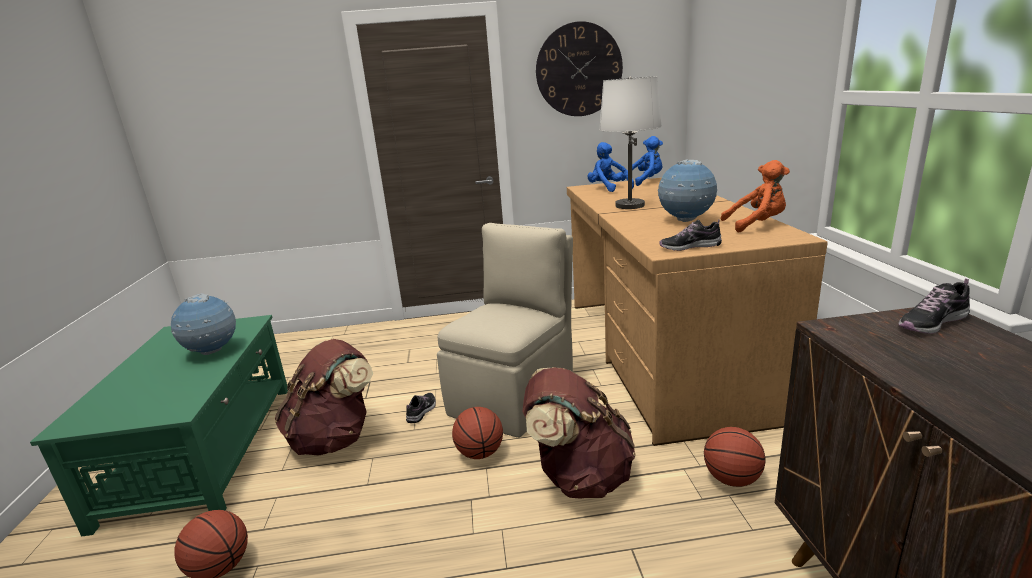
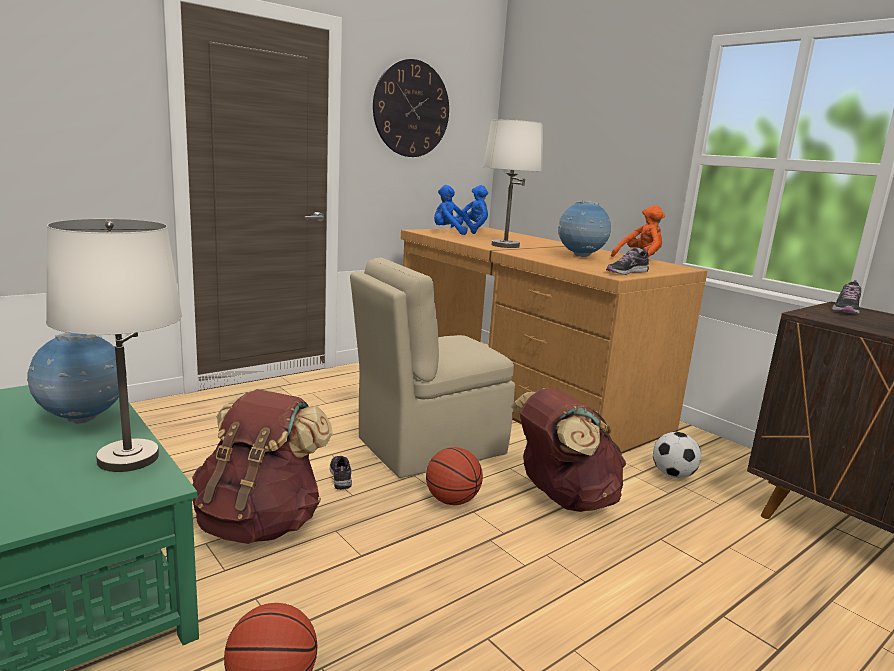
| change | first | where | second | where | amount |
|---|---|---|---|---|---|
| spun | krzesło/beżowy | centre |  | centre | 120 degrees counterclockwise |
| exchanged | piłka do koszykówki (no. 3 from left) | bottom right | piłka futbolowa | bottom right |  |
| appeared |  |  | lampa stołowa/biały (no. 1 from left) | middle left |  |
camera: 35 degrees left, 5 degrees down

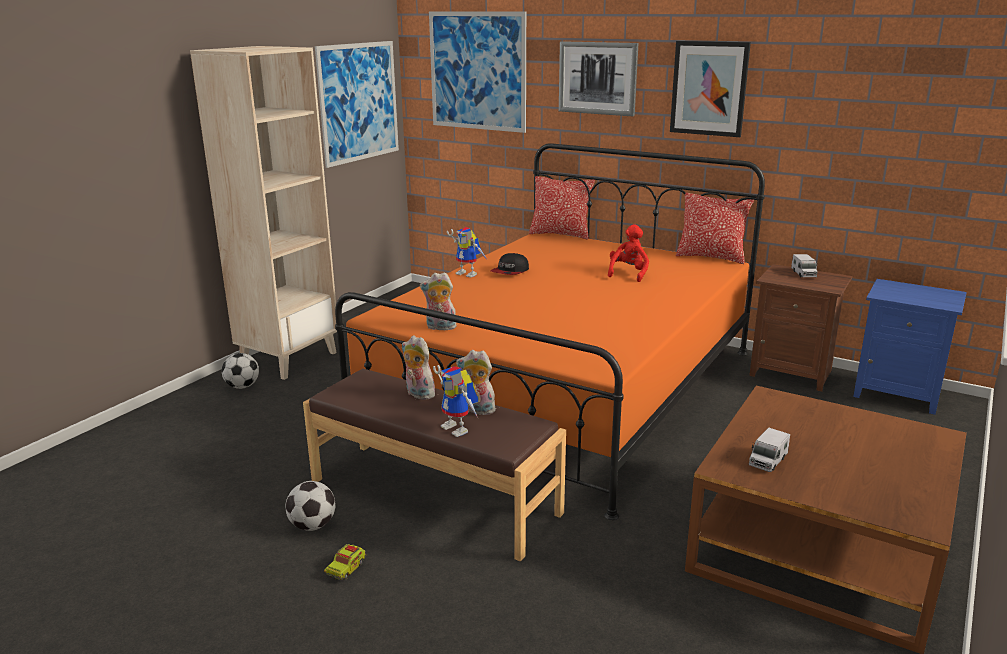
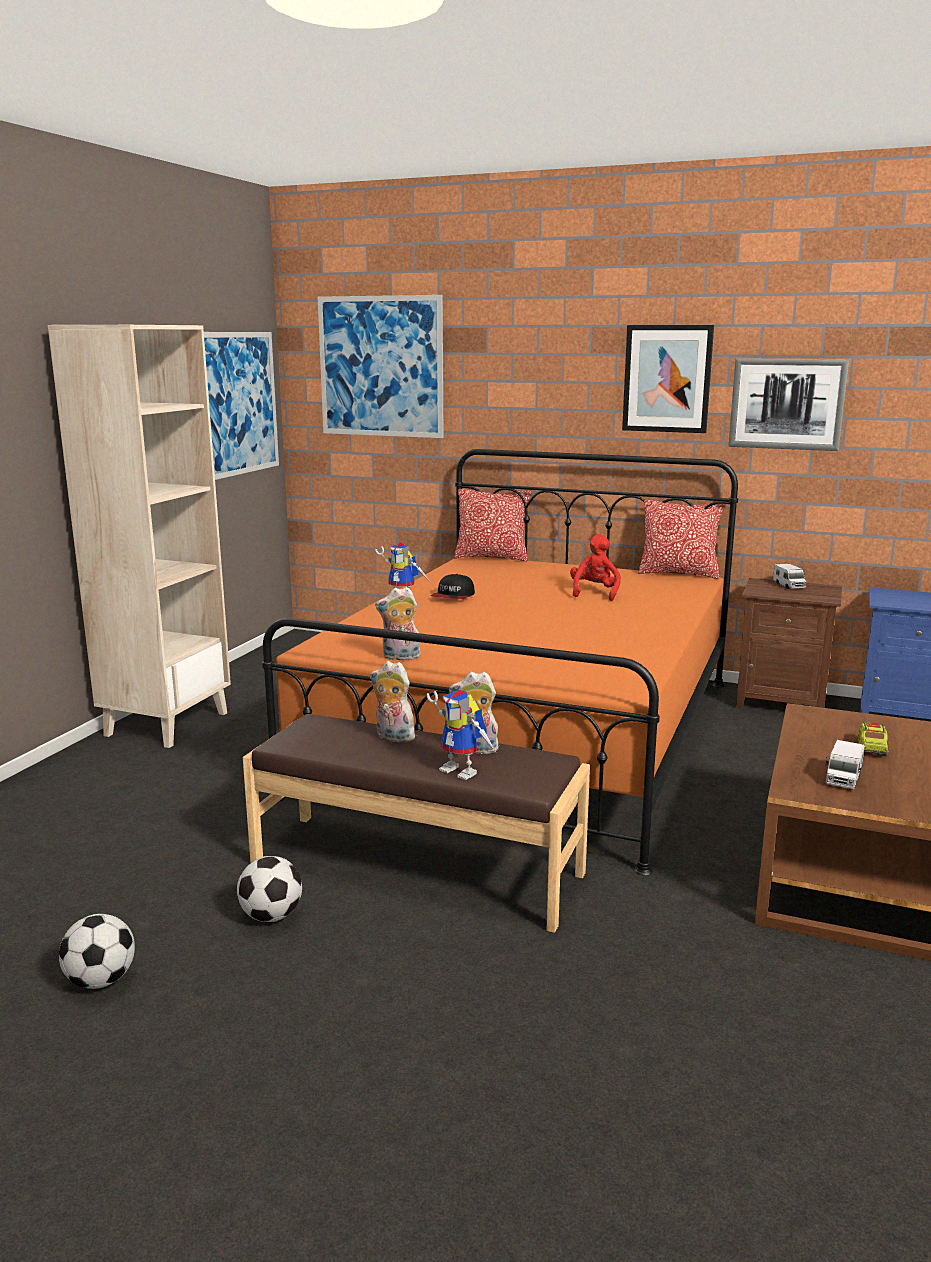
| change | first | where | second | where | amount |
|---|---|---|---|---|---|
| relocated | obraz (no. 3 from left in the first image) | top centre | obraz (no. 4 from left) | top right |  |
| relocated | piłka futbolowa (no. 1 from left) | middle left |  | bottom left |  |
| relocated | ciężarówka zabawkowa (no. 1 from left in the first image) | bottom centre | ciężarówka zabawkowa (no. 3 from left) | middle right |  |
camera: 10 degrees left, 5 degrees down

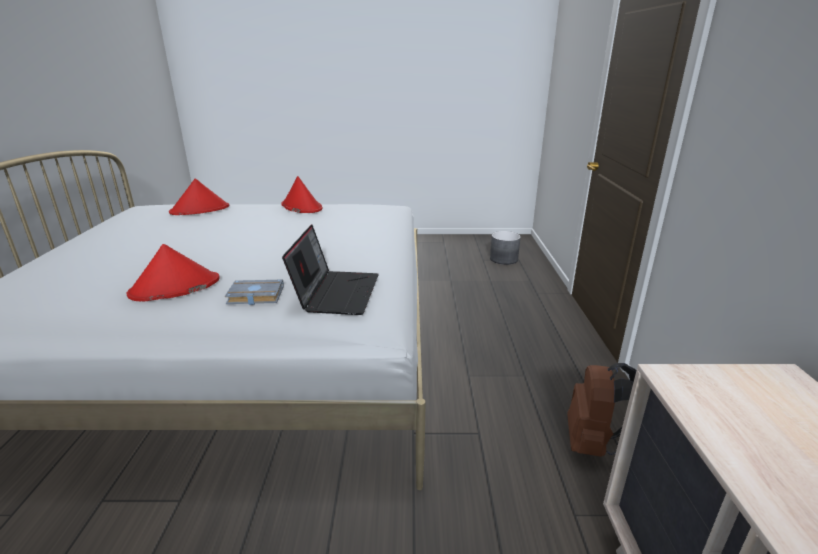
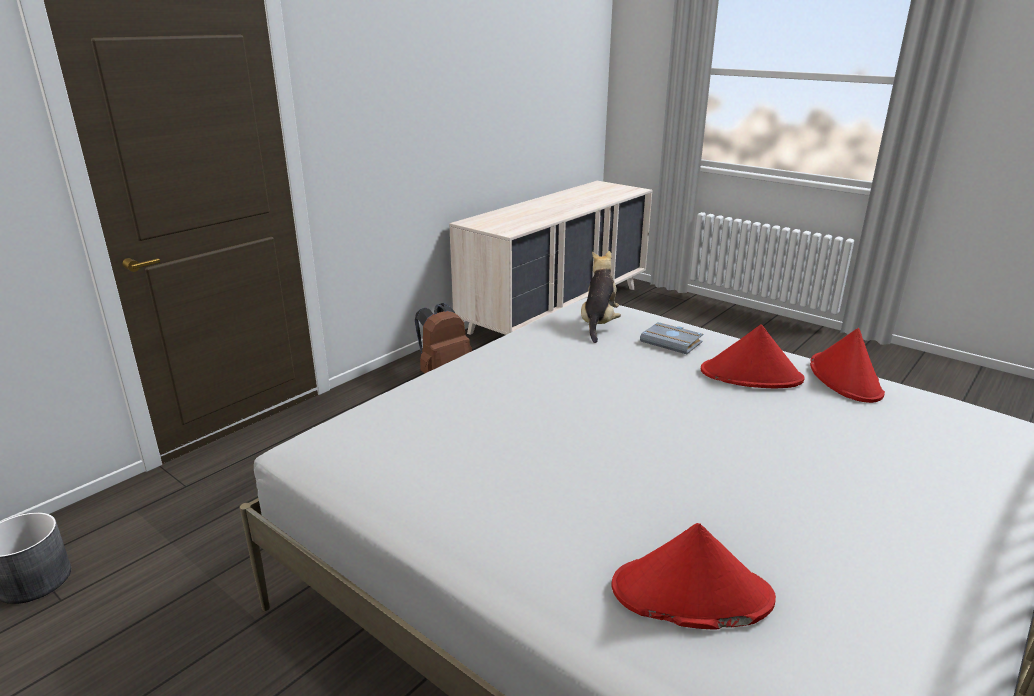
| change | first | where | second | where | amount |
|---|---|---|---|---|---|
| relocated | kapelusz/czerwony (no. 3 from left) | centre |  | middle right |  |
| exchanged | laptop | centre | pluszak | centre |  |
camera: 140 degrees left, 0 degrees up

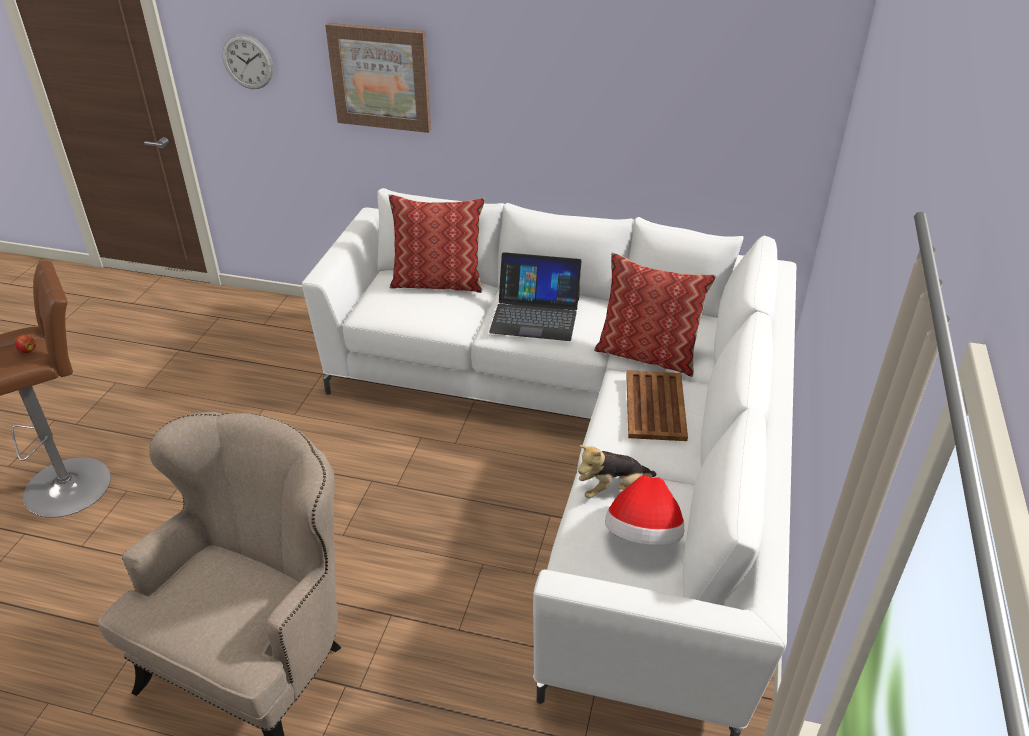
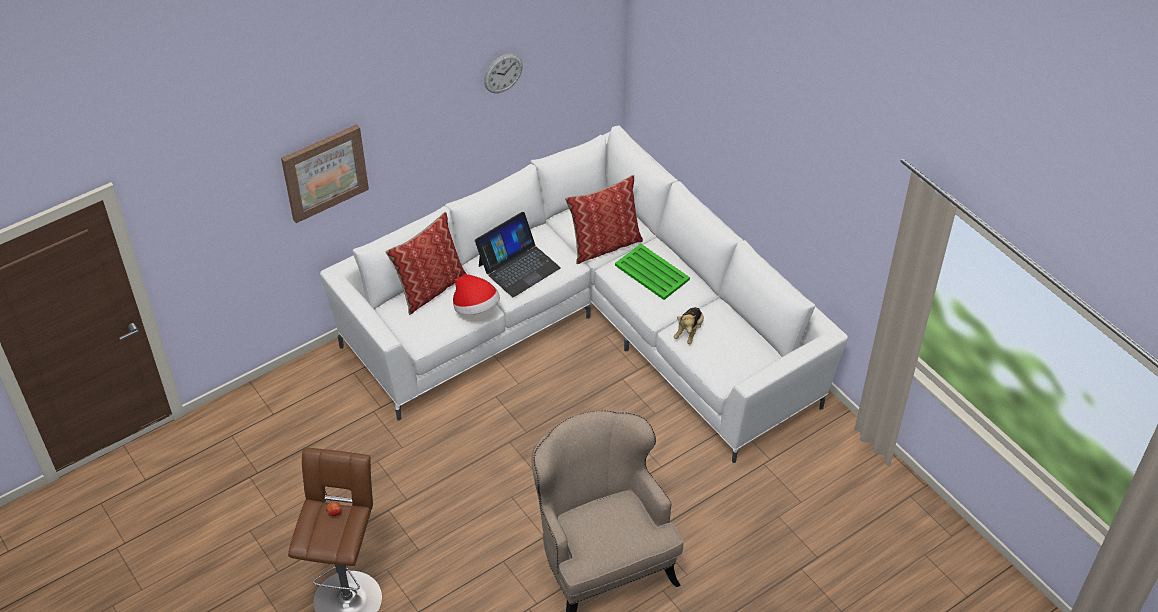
| change | first | where | second | where | amount |
|---|---|---|---|---|---|
| relocated | zegar ścienny | top left |  | top centre |  |
| colour | taca/brązowy | centre | taca/zielony | centre |  |
| relocated | kapelusz | bottom centre |  | centre |  |
camera: 50 degrees left, 10 degrees up

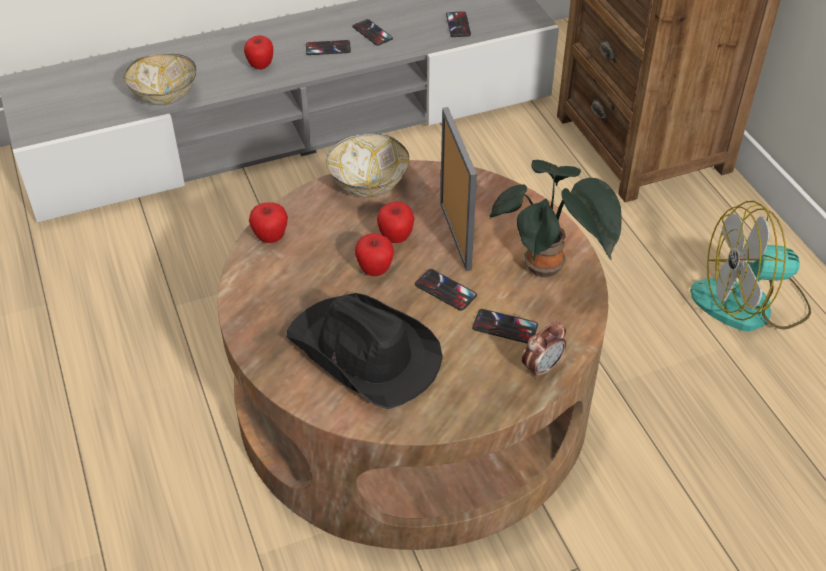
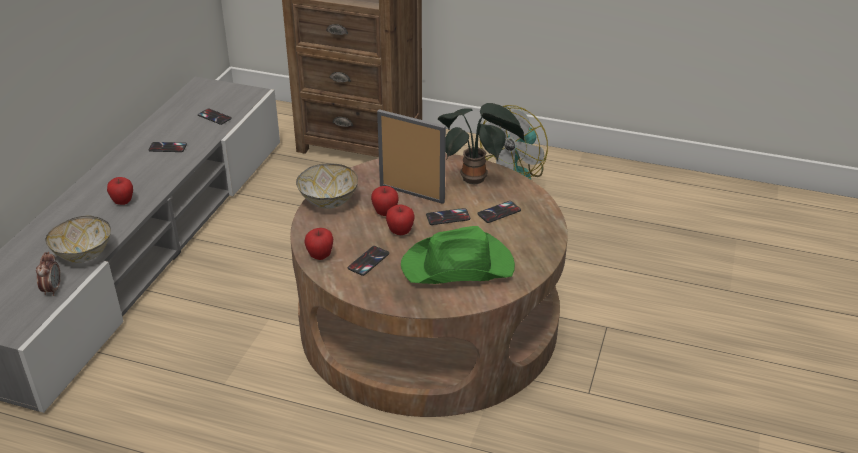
| change | first | where | second | where | amount |
|---|---|---|---|---|---|
| relocated | telefon (no. 1 from left in the first image) | top centre | telefon (no. 3 from left) | centre |  |
| colour | kapelusz/czarny | centre | kapelusz/zielony | centre |  |
| relocated | budzik | centre |  | middle left |  |
camera: 50 degrees left, 10 degrees down

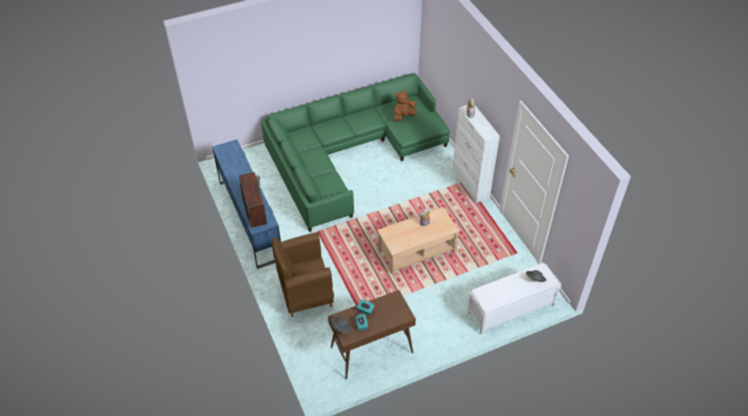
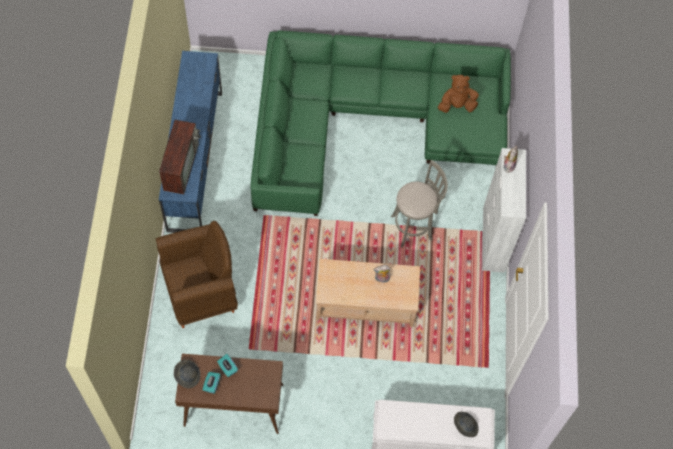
| change | first | where | second | where | amount |
|---|---|---|---|---|---|
| spun | fotel/brązowy | centre |  | middle left | 150 degrees clockwise |
| appeared |  |  | stołek/szary | centre |  |
camera: 25 degrees right, 15 degrees up

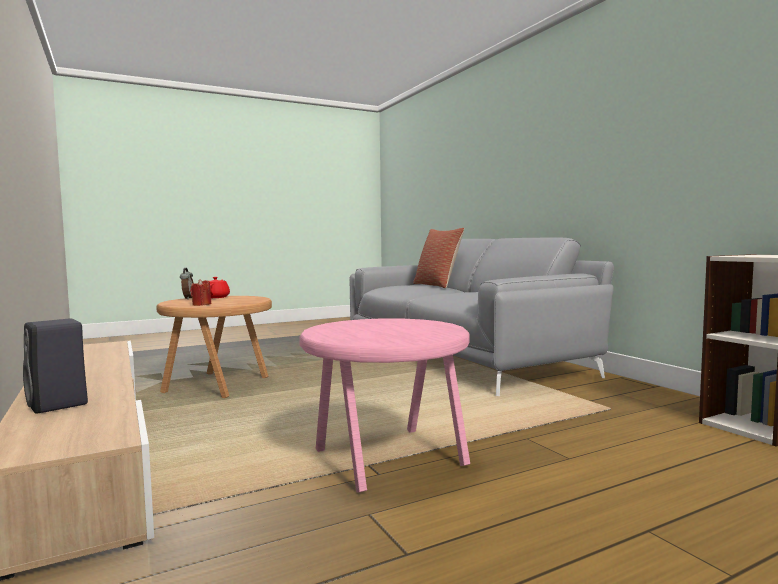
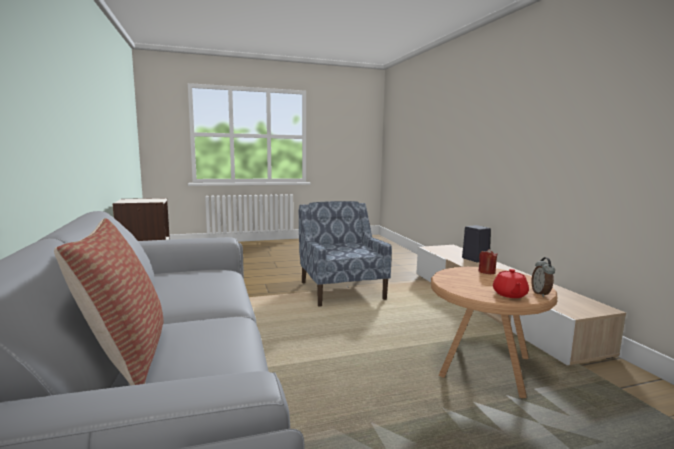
| change | first | where | second | where | amount |
|---|---|---|---|---|---|
| exchanged | stolik/różowy | bottom centre | fotel/niebieski | centre |  |
camera: 170 degrees left, 5 degrees up

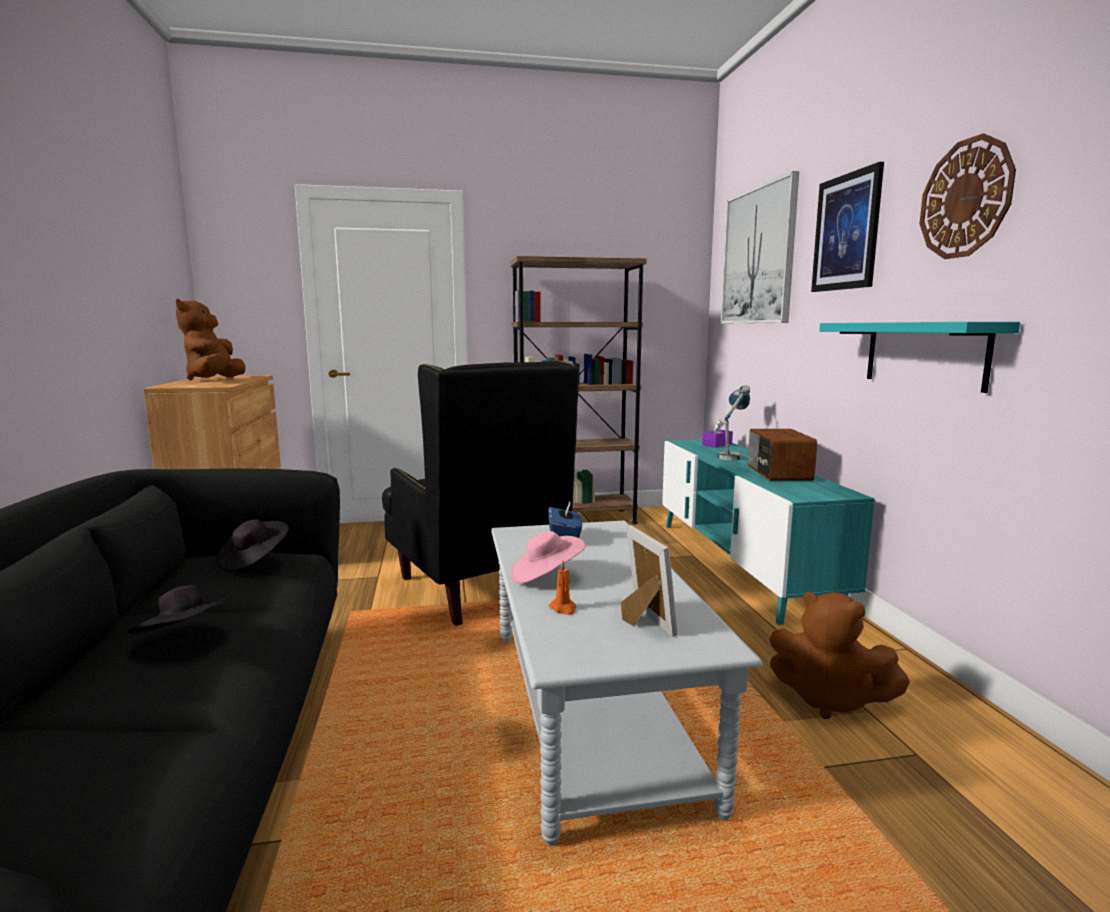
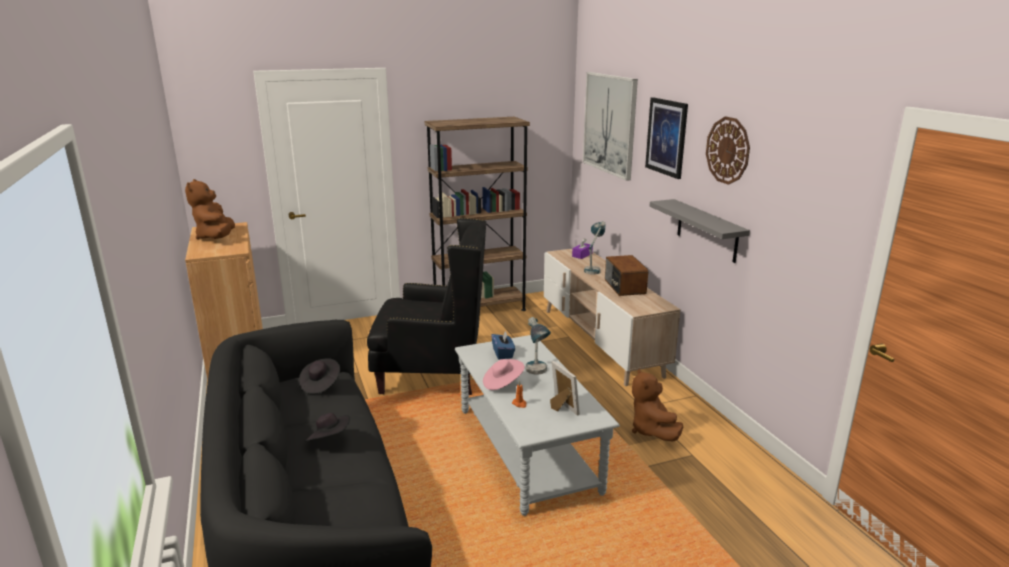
| change | first | where | second | where | amount |
|---|---|---|---|---|---|
| colour | półka/turkusowy | middle right | półka/szary | middle right |  |
| spun | fotel/czarny | centre |  | centre | 45 degrees counterclockwise |
| colour | szafka pod telewizor/turkusowy | middle right | szafka pod telewizor/beżowy | centre |  |
| spun | pluszak/brązowy (no. 2 from left) | bottom right |  | bottom centre | 60 degrees clockwise |
| appeared |  |  | lampa stołowa (no. 1 from left) | centre |  |
camera: 10 degrees left, 10 degrees up

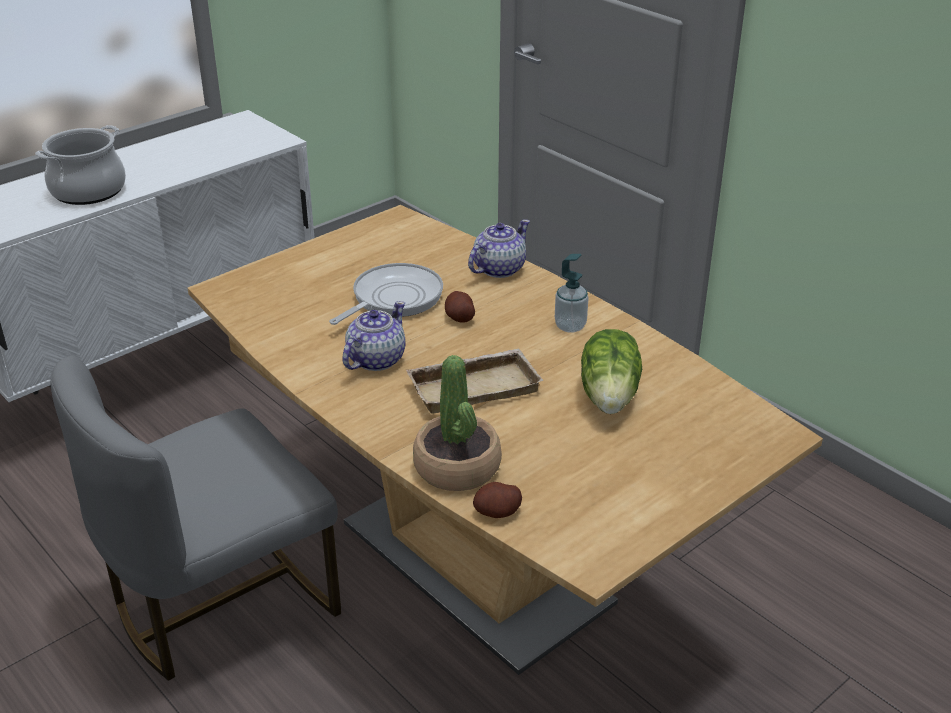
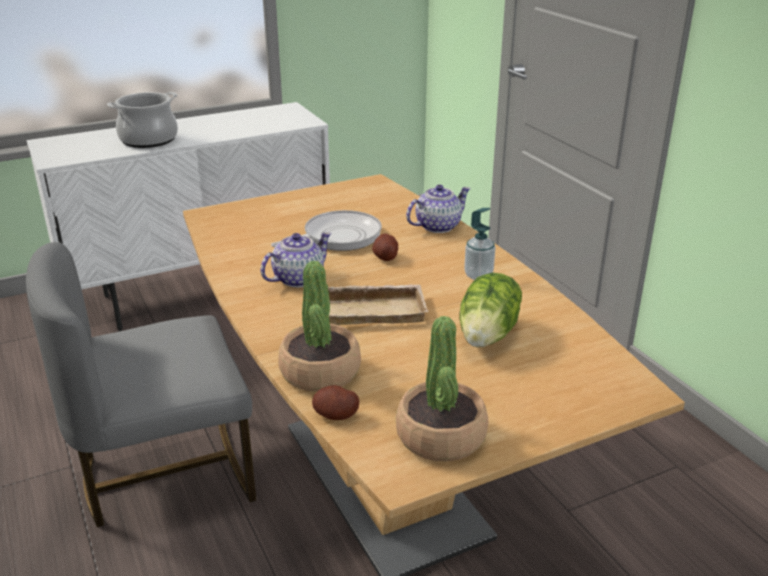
| change | first | where | second | where | amount |
|---|---|---|---|---|---|
| appeared |  |  | roślina doniczkowa (no. 2 from left) | bottom centre |  |
camera: 15 degrees right, 5 degrees down

